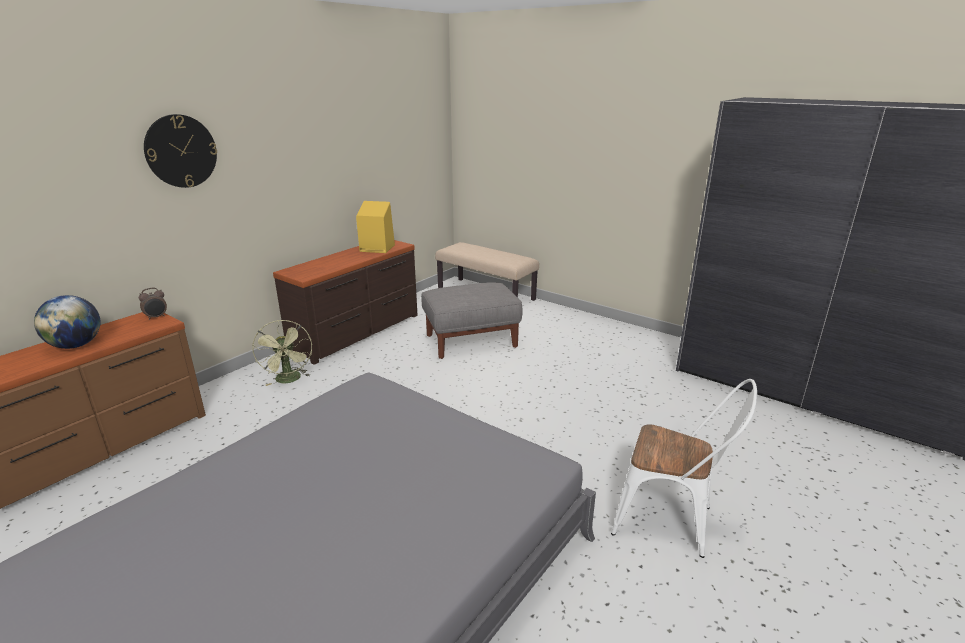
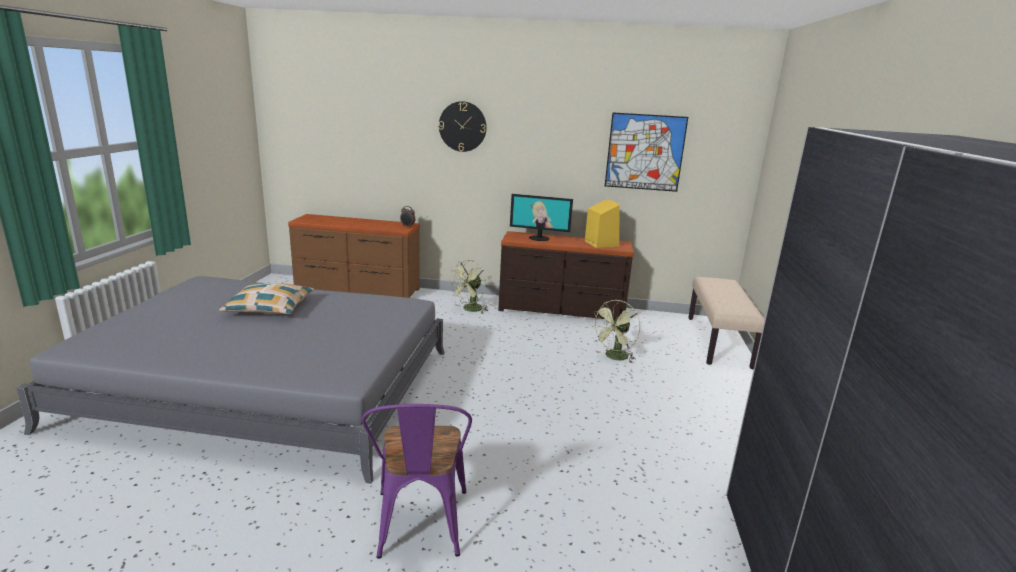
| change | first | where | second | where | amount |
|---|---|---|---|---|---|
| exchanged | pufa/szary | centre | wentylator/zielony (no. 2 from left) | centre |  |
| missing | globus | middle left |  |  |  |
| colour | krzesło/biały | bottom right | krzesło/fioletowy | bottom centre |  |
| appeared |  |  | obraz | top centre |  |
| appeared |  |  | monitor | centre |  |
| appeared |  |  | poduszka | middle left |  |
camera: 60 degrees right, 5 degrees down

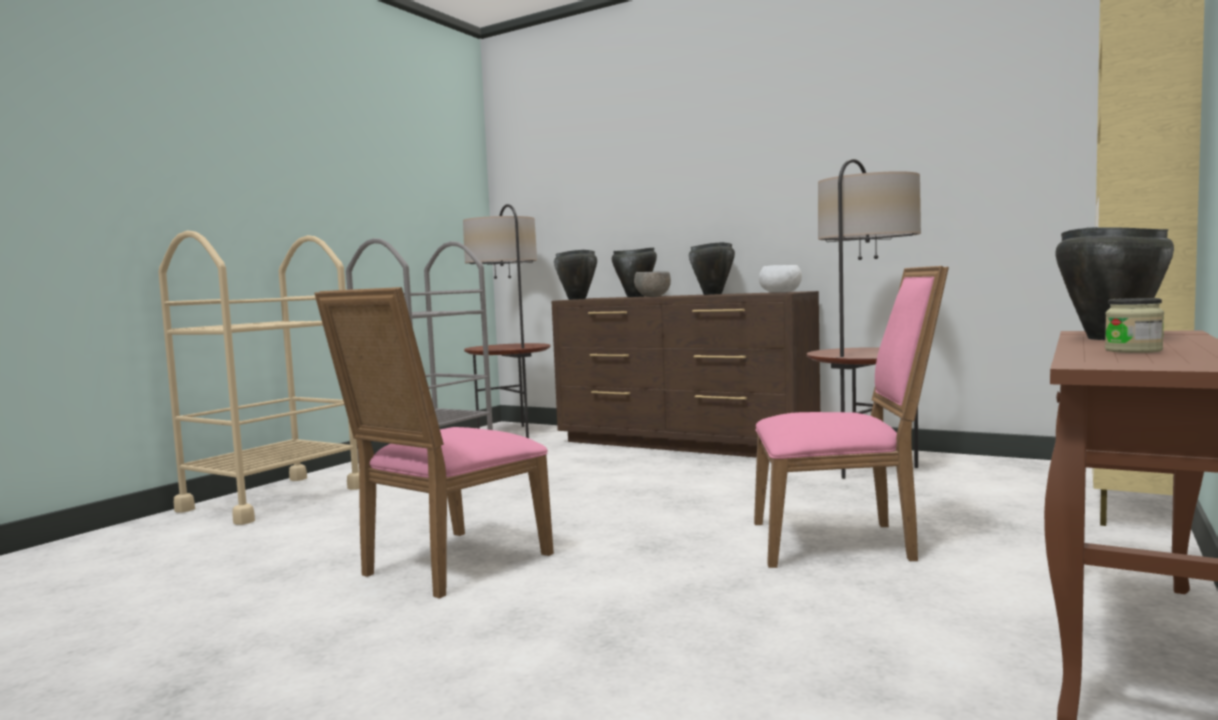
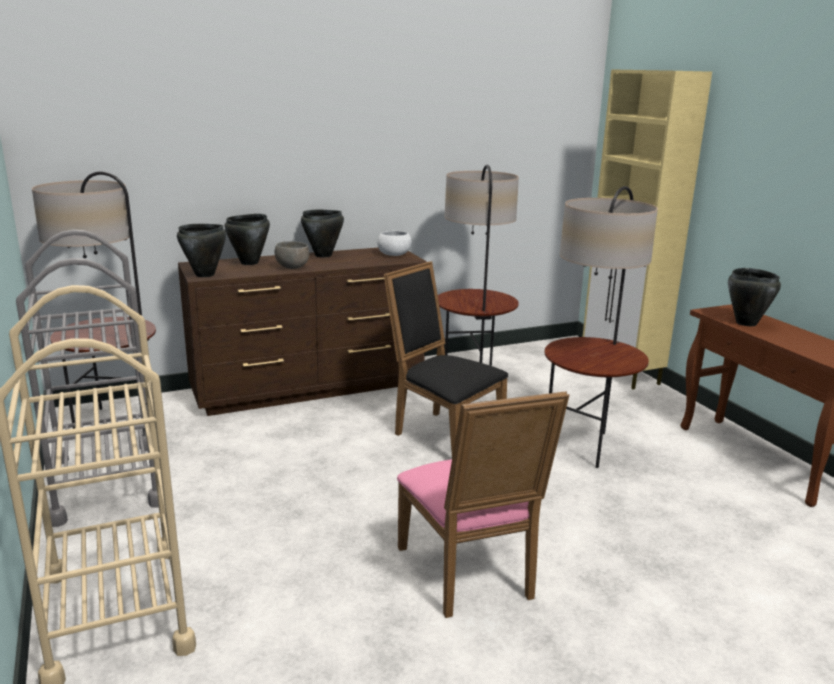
| change | first | where | second | where | amount |
|---|---|---|---|---|---|
| exchanged | krzesło/różowy (no. 2 from left) | middle right | lampa stojąca (no. 3 from left) | middle right |  |
| missing | słoik | middle right |  |  |  |
| appeared |  |  | krzesło/czarny | centre |  |
camera: 55 degrees left, 15 degrees up

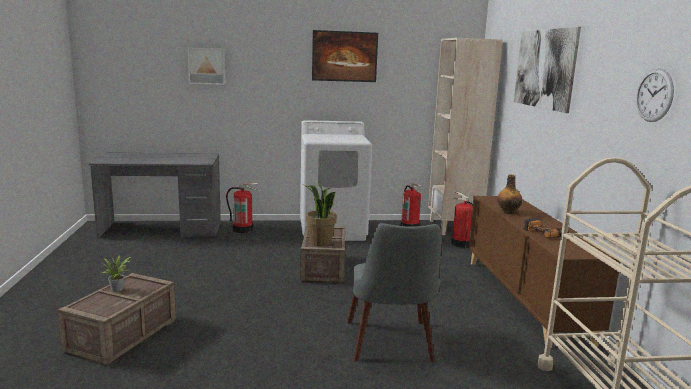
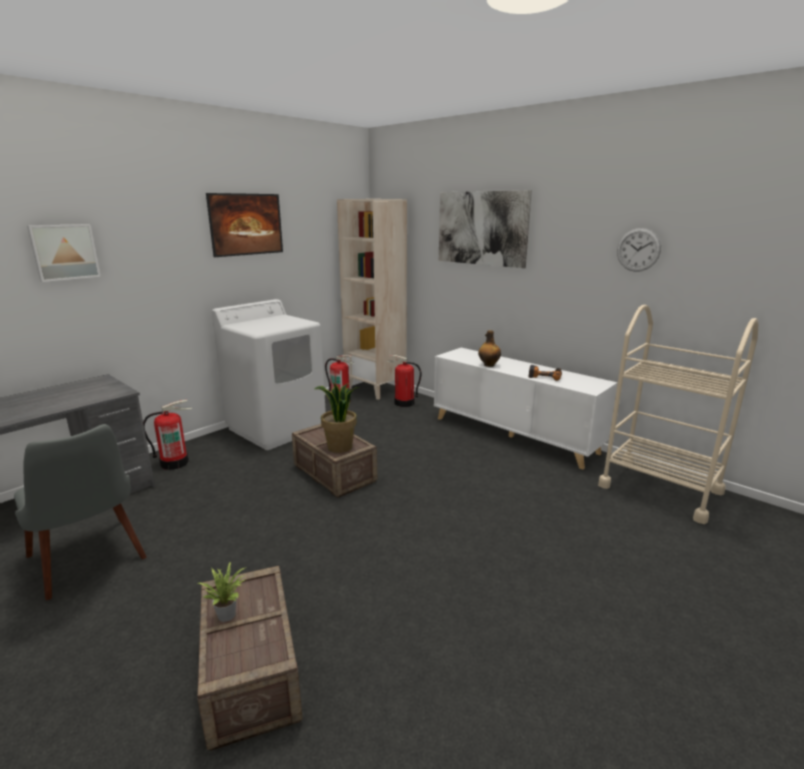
| change | first | where | second | where | amount |
|---|---|---|---|---|---|
| colour | szafka/brązowy | bottom right | szafka/biały | centre |  |
| relocated | krzesło/szary | bottom centre |  | middle left |  |
camera: 40 degrees left, 5 degrees up

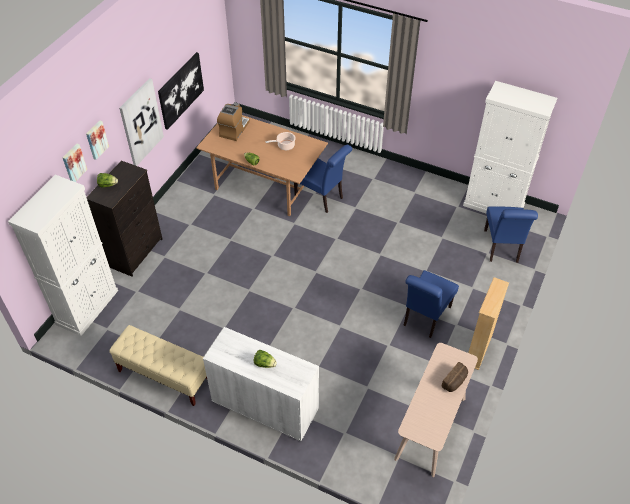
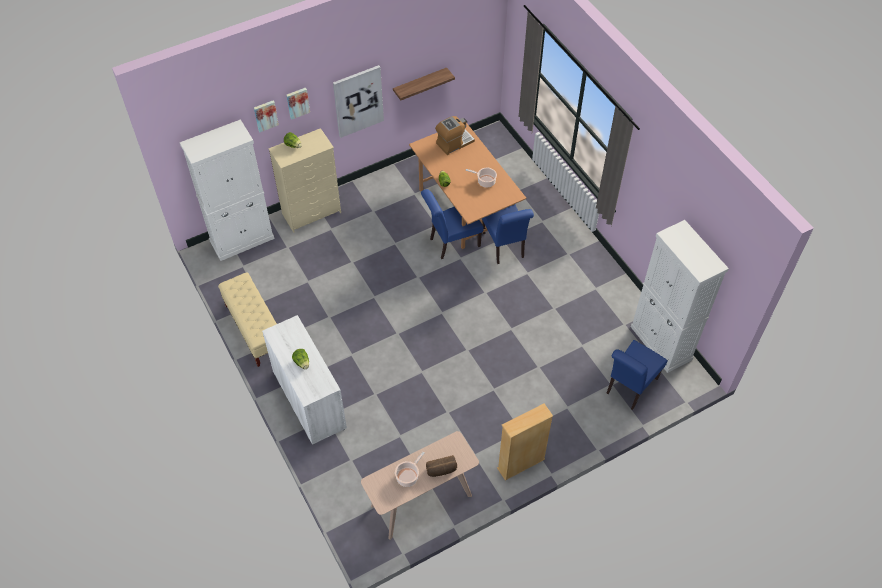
| change | first | where | second | where | amount |
|---|---|---|---|---|---|
| exchanged | obraz (no. 4 from left) | top left | półka | top centre |  |
| colour | komoda/czarny | middle left | komoda/beżowy | top centre |  |
| relocated | krzesło/niebieski (no. 2 from left in the first image) | middle right | krzesło/niebieski (no. 1 from left) | centre |  |
| appeared |  |  | garnek (no. 1 from left) | bottom centre |  |
camera: 35 degrees right, 5 degrees up

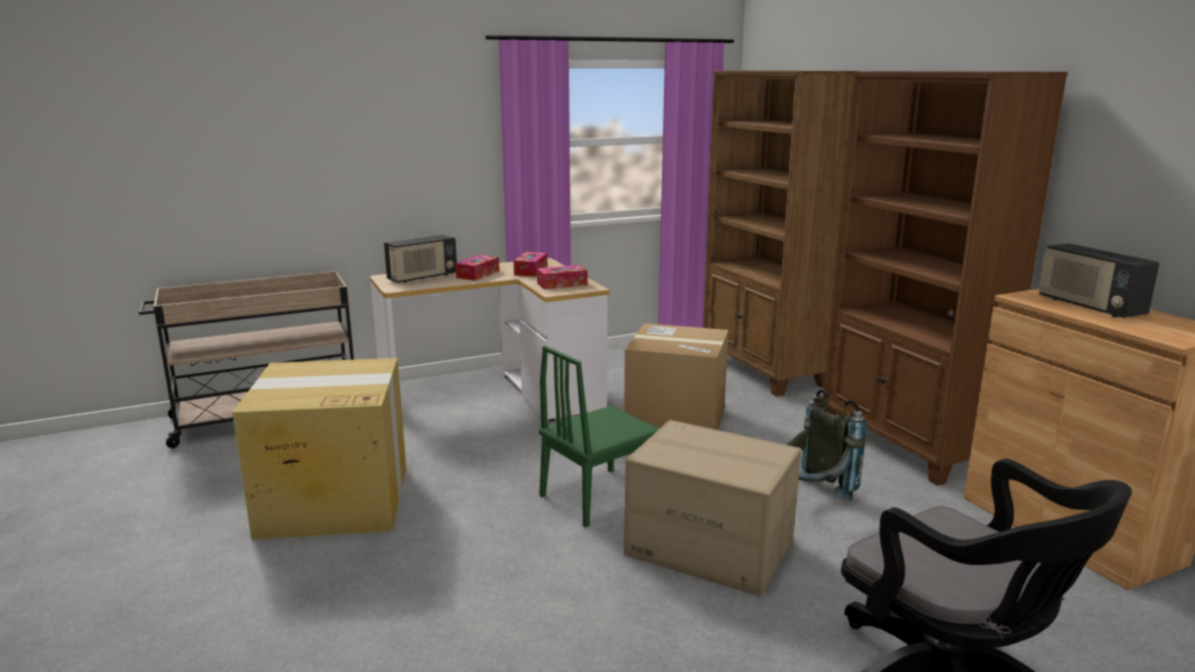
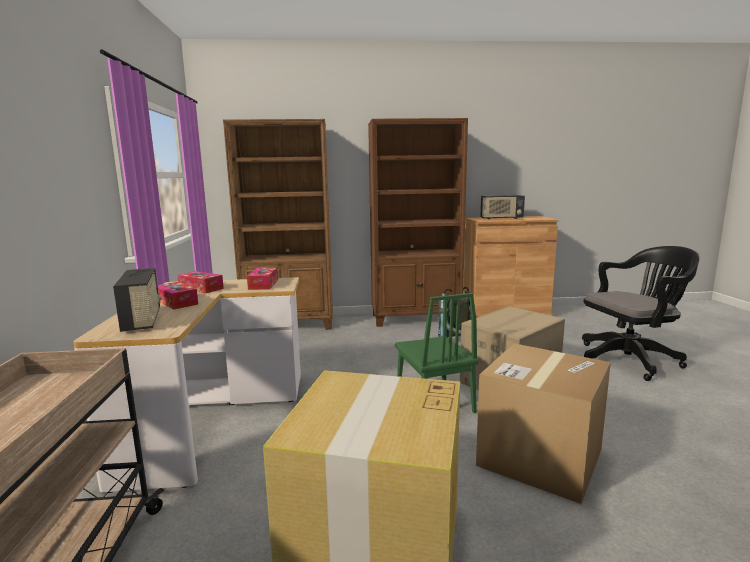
| change | first | where | second | where | amount |
|---|---|---|---|---|---|
| relocated | karton (no. 2 from left in the first image) | centre | karton (no. 3 from left) | bottom right |  |
camera: 70 degrees left, 5 degrees down

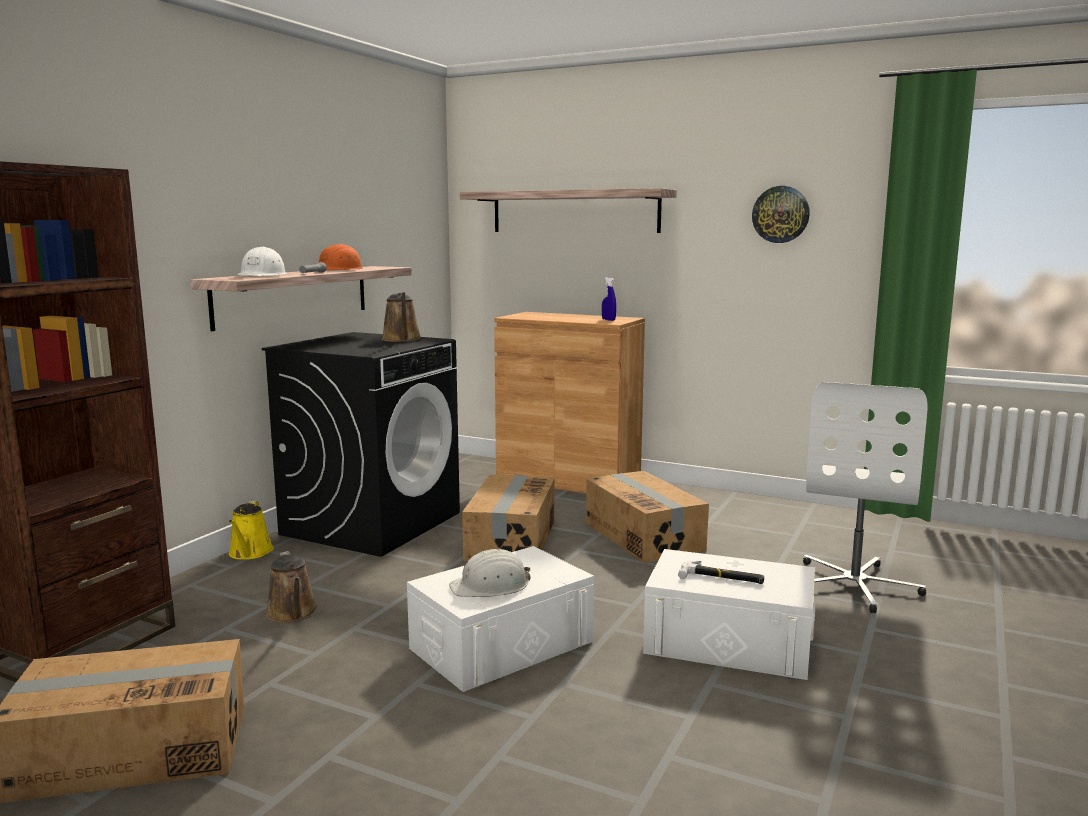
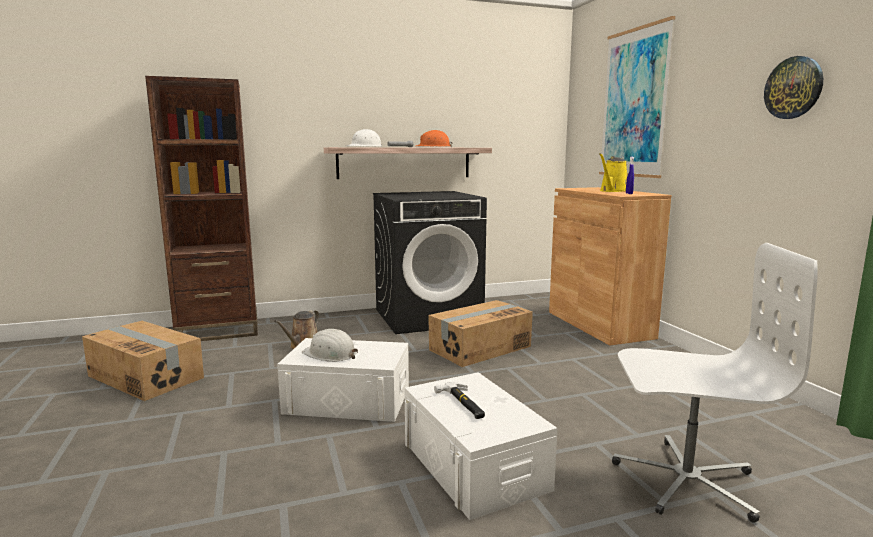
| change | first | where | second | where | amount |
|---|---|---|---|---|---|
| exchanged | półka (no. 2 from left) | top centre | obraz | top right |  |
| missing | konewka/brązowy (no. 2 from left) | centre |  |  |  |
| spun | krzesło biurowe/biały | middle right |  | bottom right | 150 degrees counterclockwise |
| missing | karton (no. 3 from left) | centre |  |  |  |
| relocated | konewka/żółty | middle left |  | top right |  |
camera: 45 degrees right, 0 degrees up

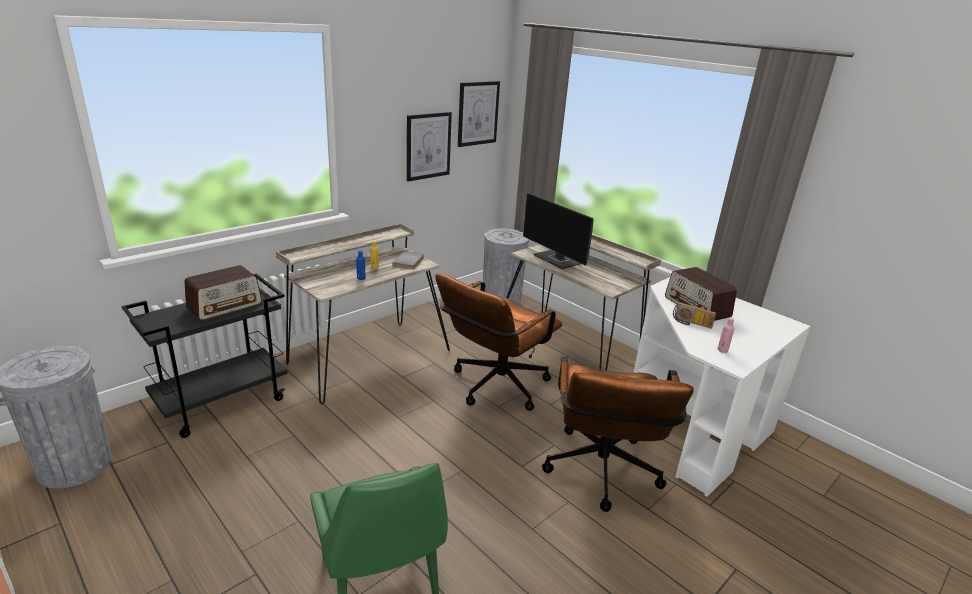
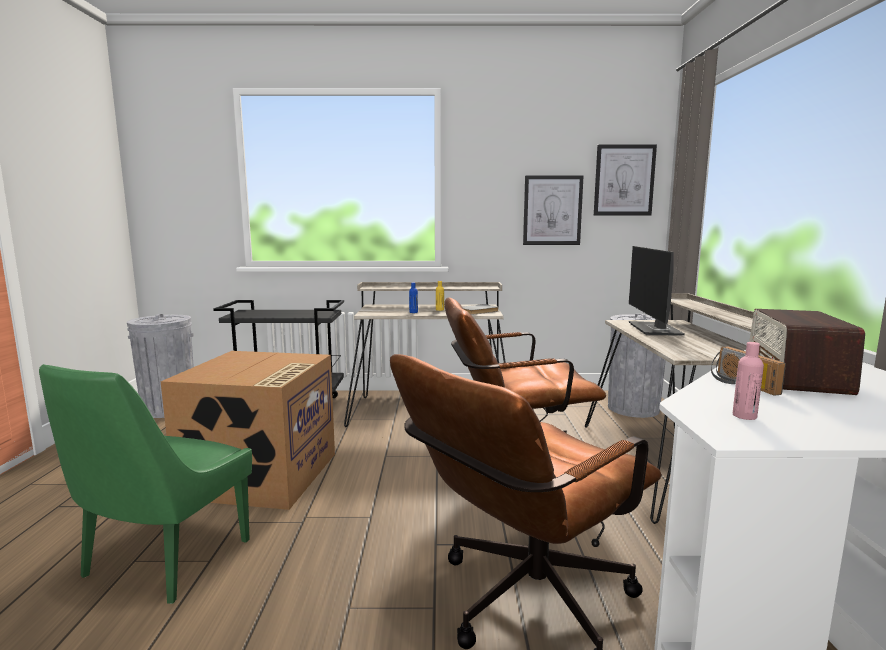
| change | first | where | second | where | amount |
|---|---|---|---|---|---|
| missing | radio (no. 1 from left) | middle left |  |  |  |
| appeared |  |  | karton | middle left |  |
camera: 45 degrees right, 15 degrees down

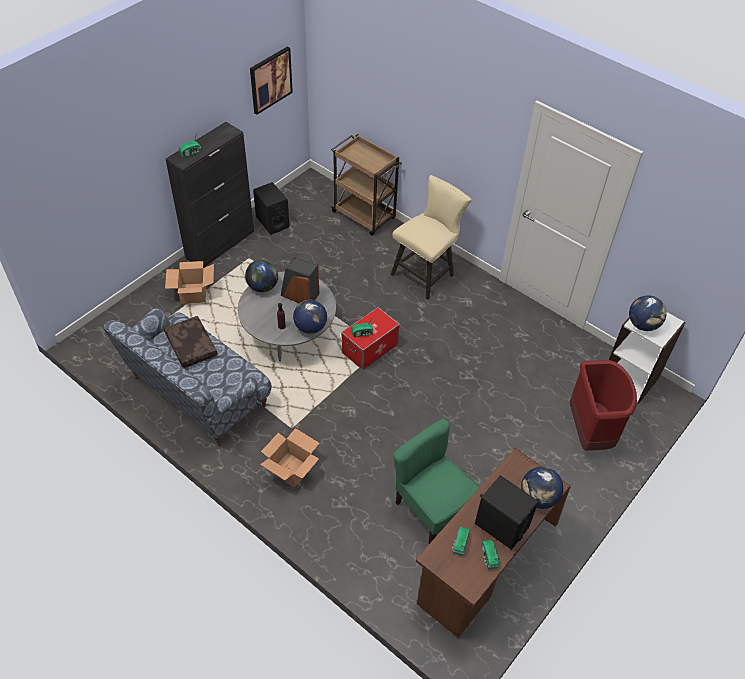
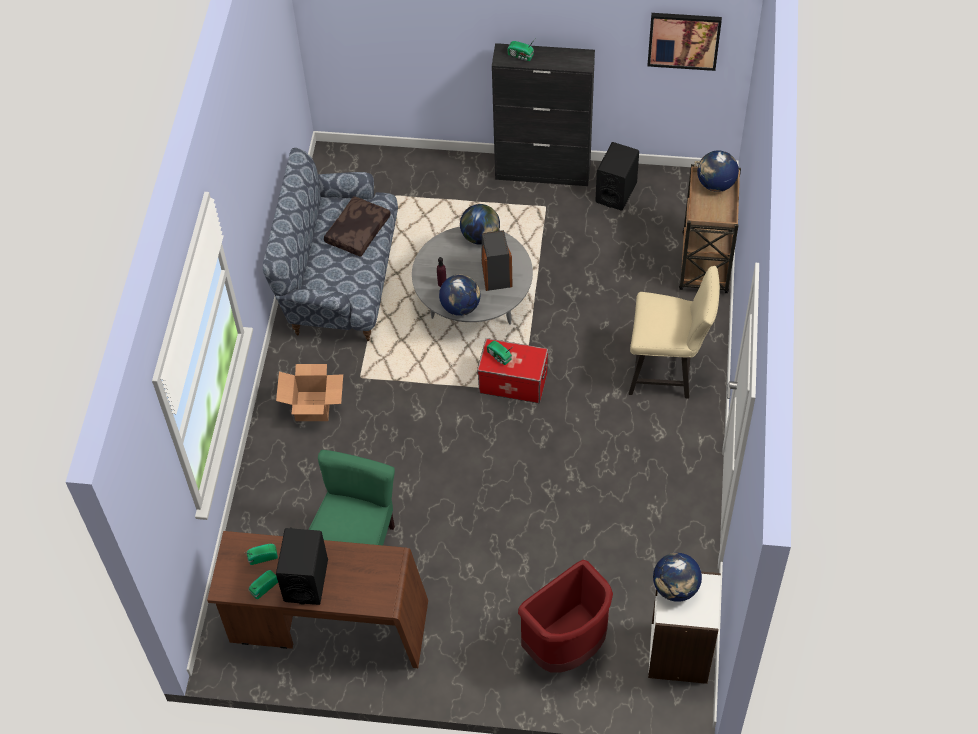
| change | first | where | second | where | amount |
|---|---|---|---|---|---|
| missing | karton (no. 1 from left) | middle left |  |  |  |
| relocated | globus (no. 3 from left in the first image) | bottom right | globus (no. 4 from left) | top right |  |
camera: 60 degrees right, 5 degrees up

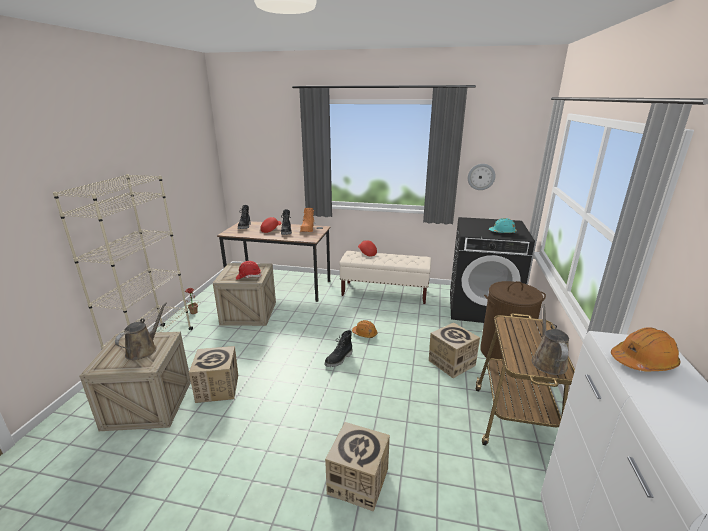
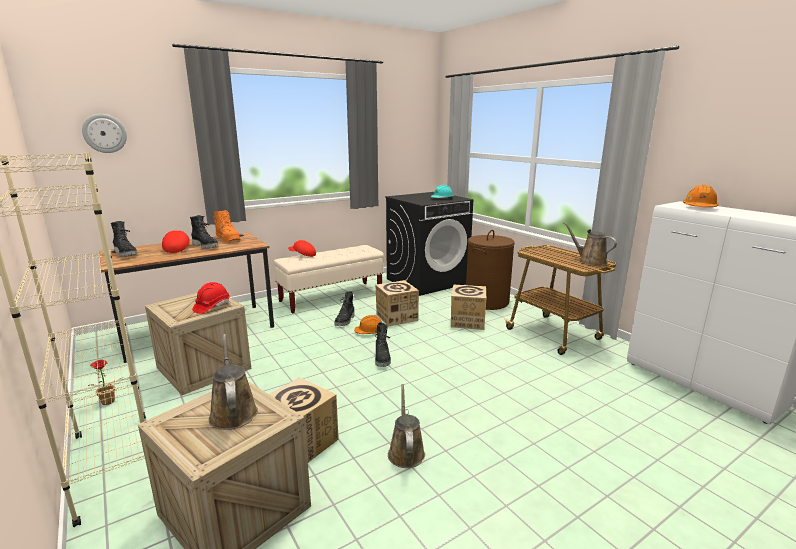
| change | first | where | second | where | amount |
|---|---|---|---|---|---|
| relocated | zegar ścienny | middle right |  | top left |  |
| relocated | karton (no. 2 from left) | bottom centre |  | centre |  |
| appeared |  |  | but z cholewką/czarny (no. 3 from left) | centre |  |
| appeared |  |  | konewka/brązowy (no. 2 from left) | bottom centre |  |
camera: 45 degrees left, 5 degrees down

